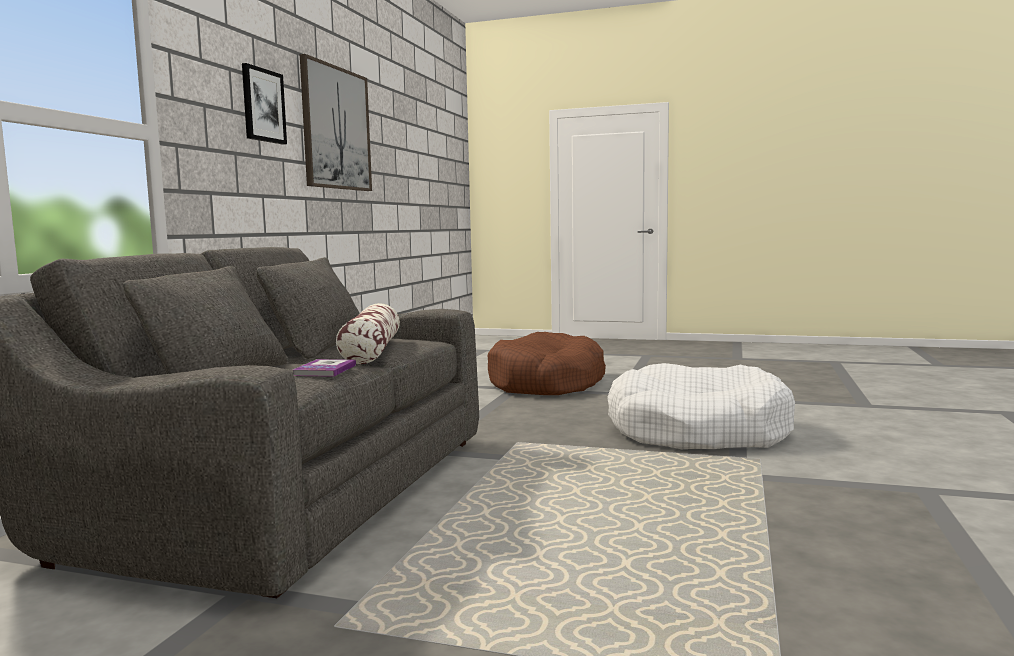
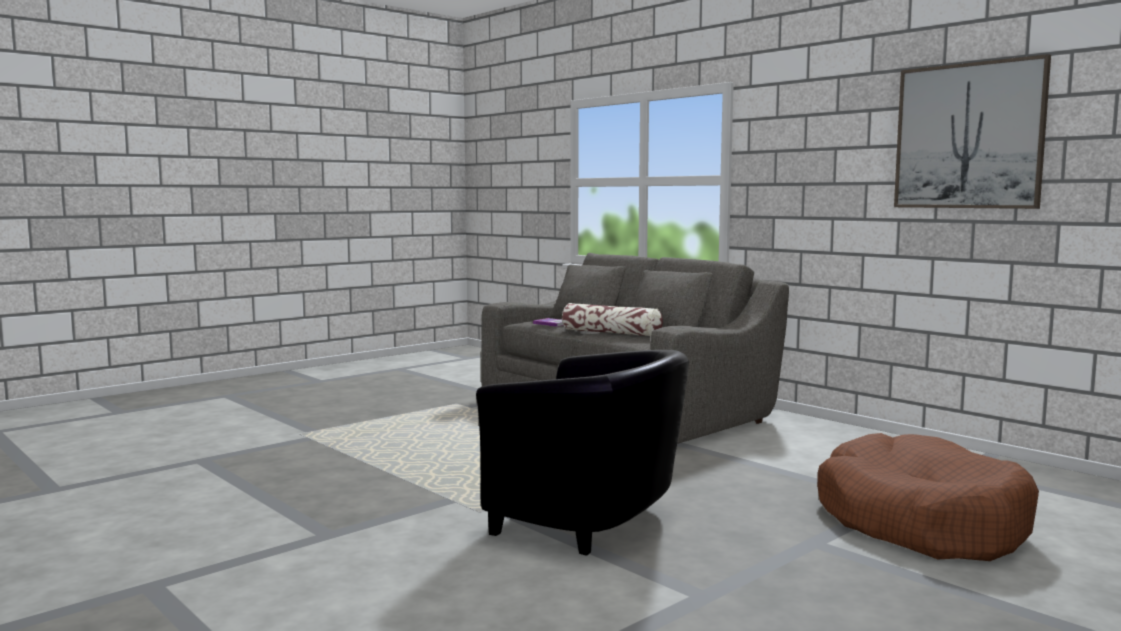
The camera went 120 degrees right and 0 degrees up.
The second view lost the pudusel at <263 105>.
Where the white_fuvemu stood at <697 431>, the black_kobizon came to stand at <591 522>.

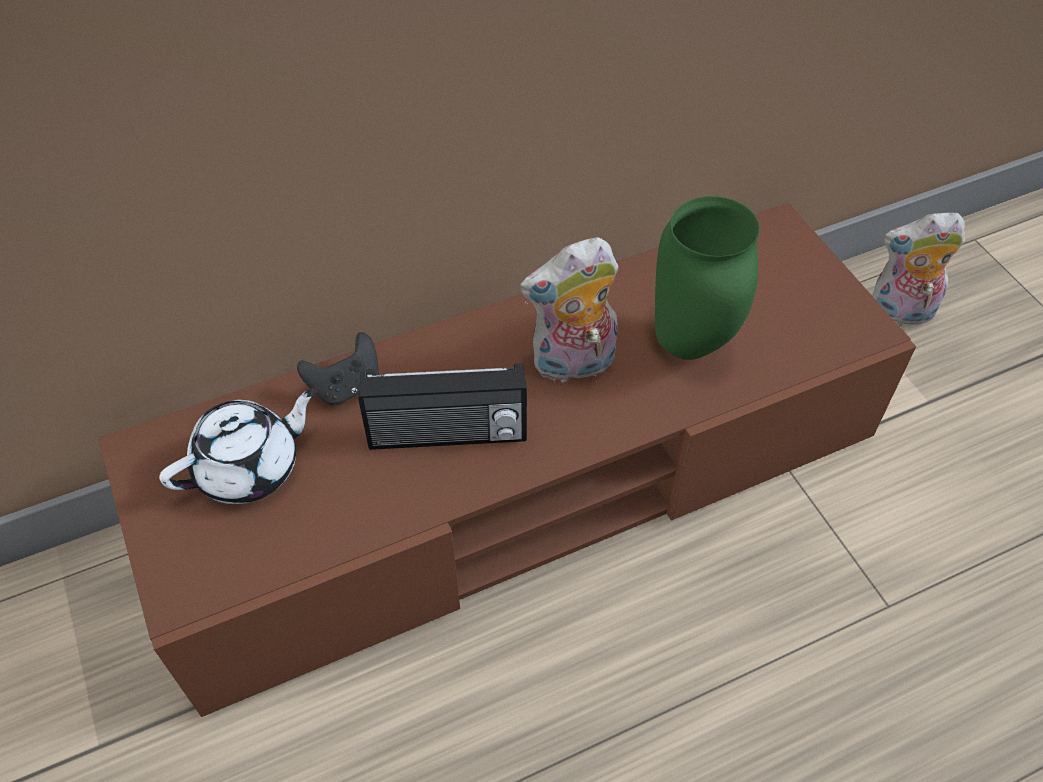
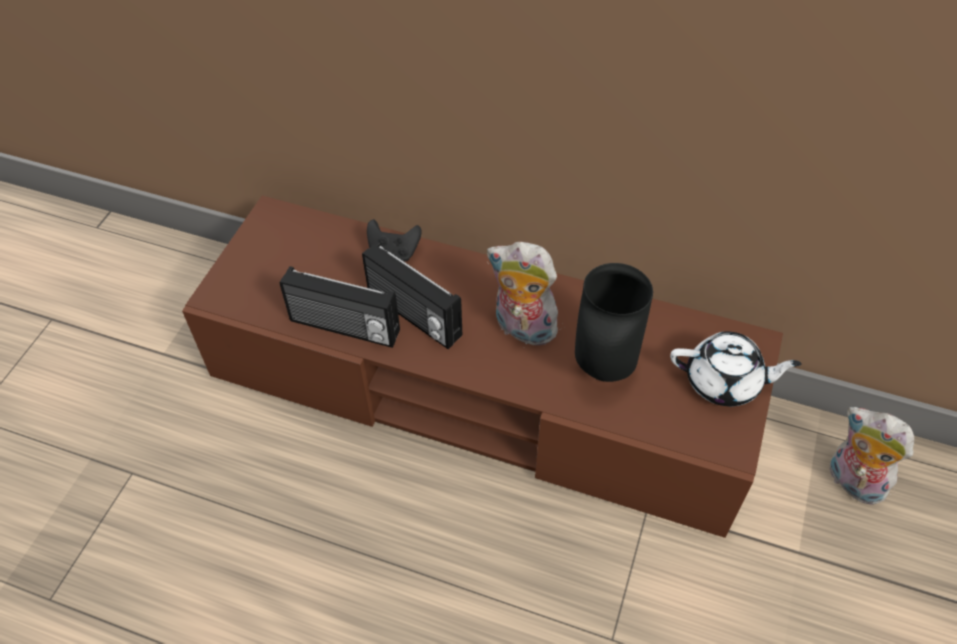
The camera went 45 degrees right and 0 degrees up.
What was the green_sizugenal at <688 345> turned into the black_sizugenal at <601 368>.
The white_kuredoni ended up elsewhere, having gone from <250 467> to <724 382>.
The second view gained the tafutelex at <344 328>.

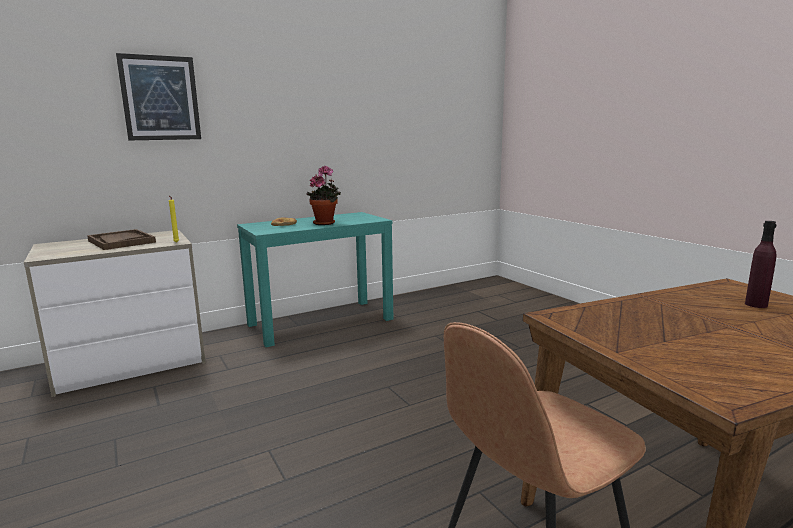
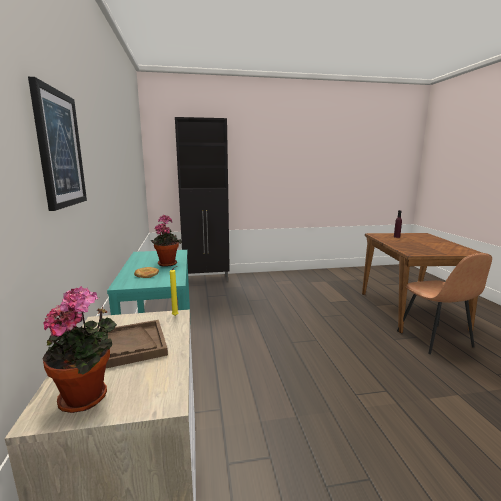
The camera went 70 degrees left and 0 degrees up.
The second view gained the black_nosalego at <207 279>.
The second view gained the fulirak at <88 396>.

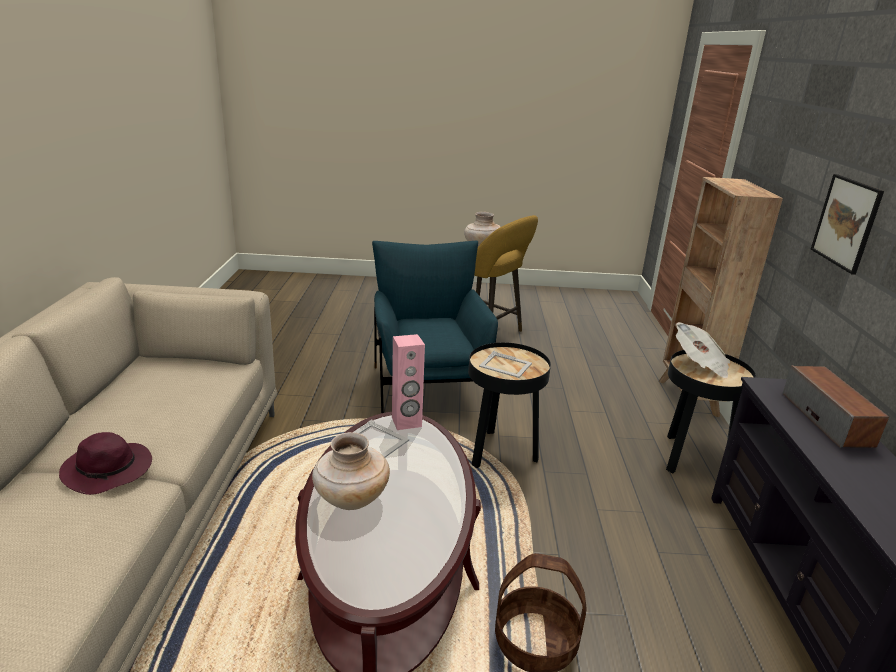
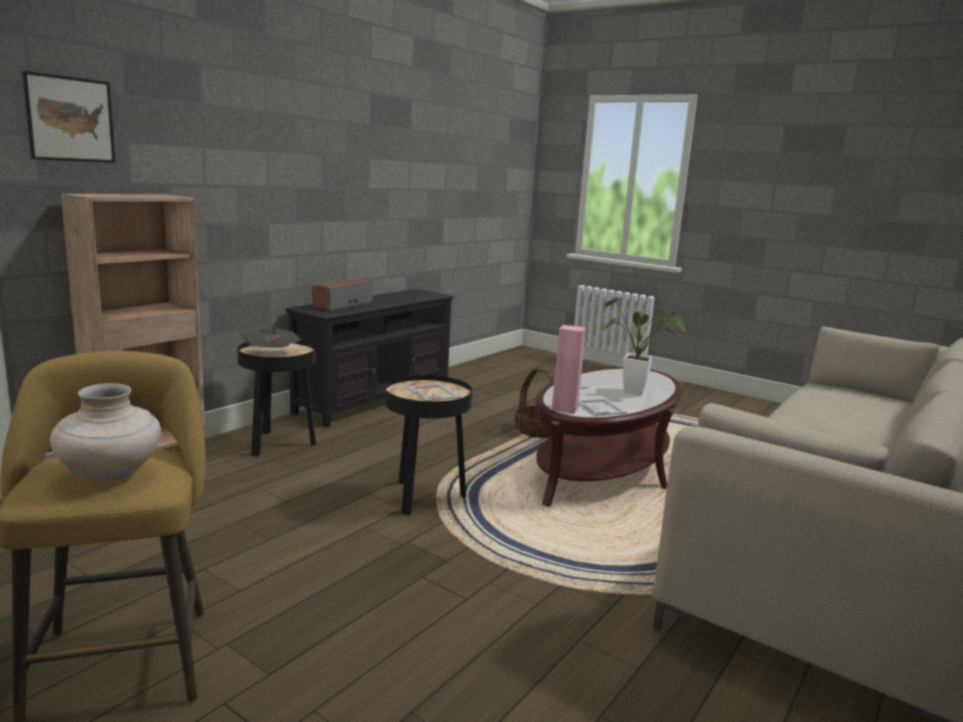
The camera went 145 degrees left and 10 degrees down.
The pudusel ended up elsewhere, having gone from <846 222> to <70 119>.
The second view lost the blue_kobizon at <428 388>.
The second view lost the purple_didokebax at <109 471>.
Where the beige_sizugenal stood at <351 499>, the fulirak came to stand at <639 393>.

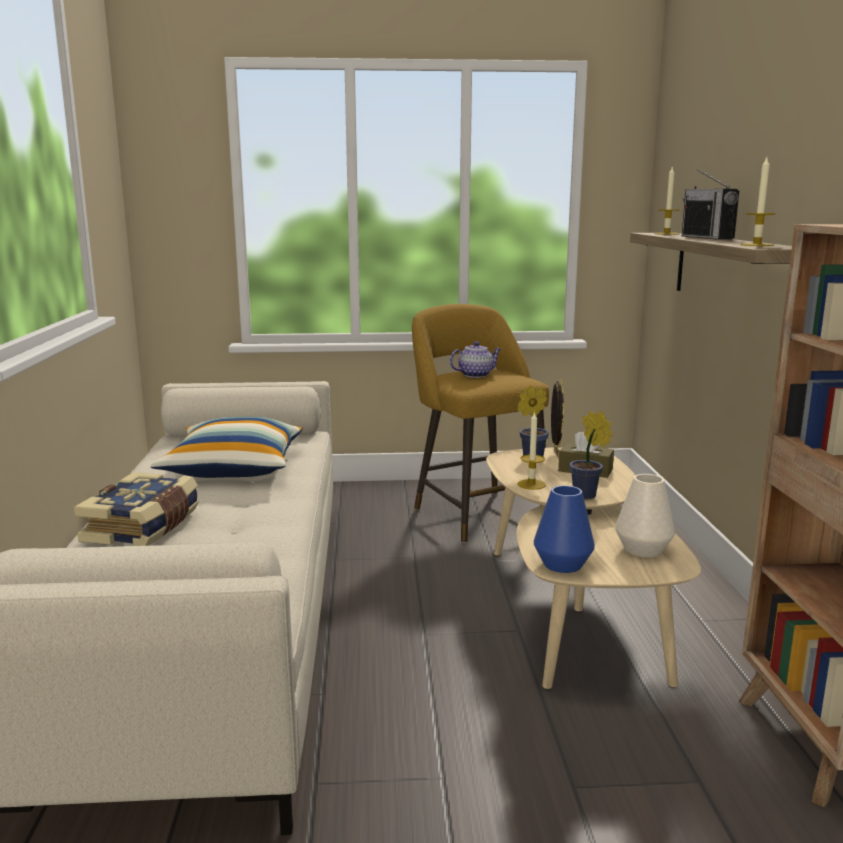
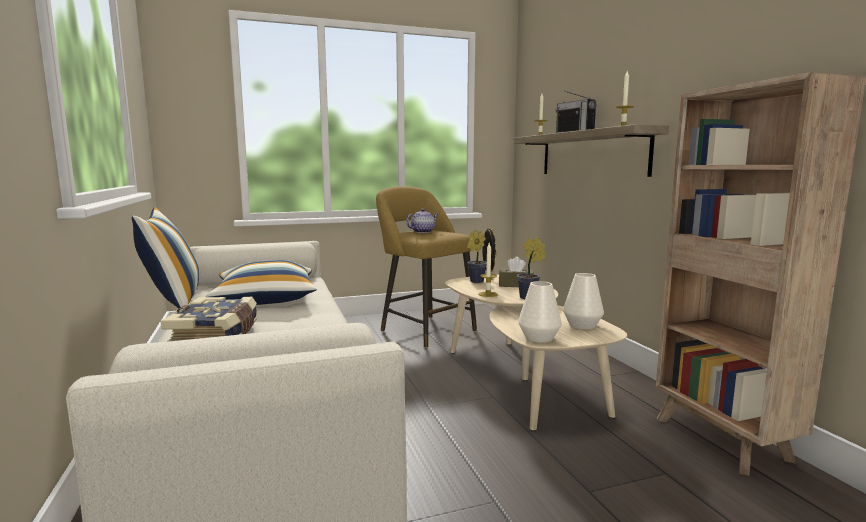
The camera went 15 degrees left and 5 degrees down.
What was the blue_sizugenal at <563 564> turned into the white_sizugenal at <539 338>.
The second view gained the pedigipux at <173 301>.

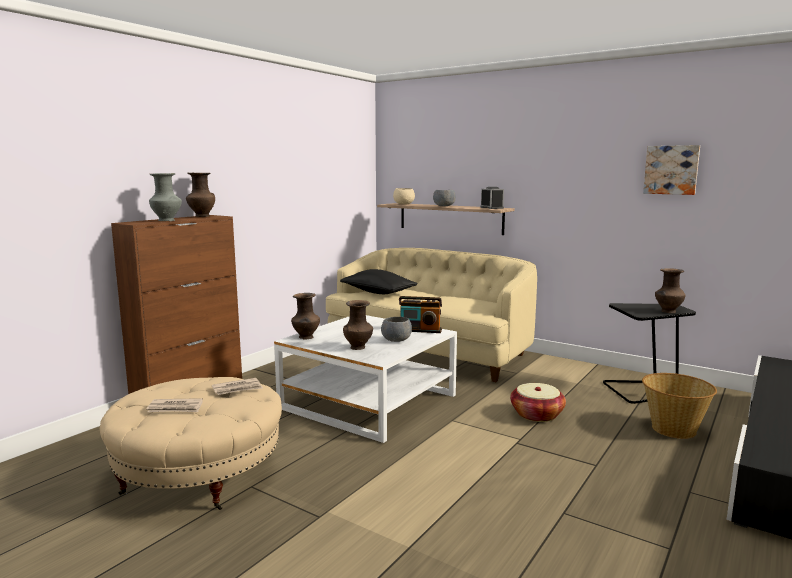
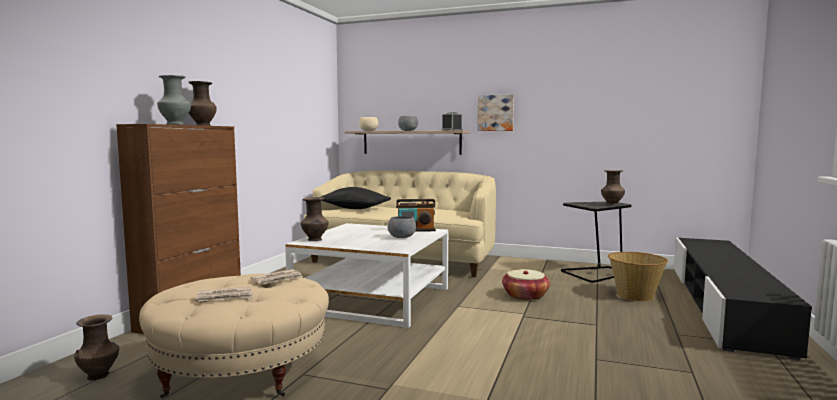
The camera went 15 degrees left and 5 degrees down.
The pudusel ended up elsewhere, having gone from <671 170> to <495 113>.
The brown_sizugenal ended up elsewhere, having gone from <358 347> to <99 375>.

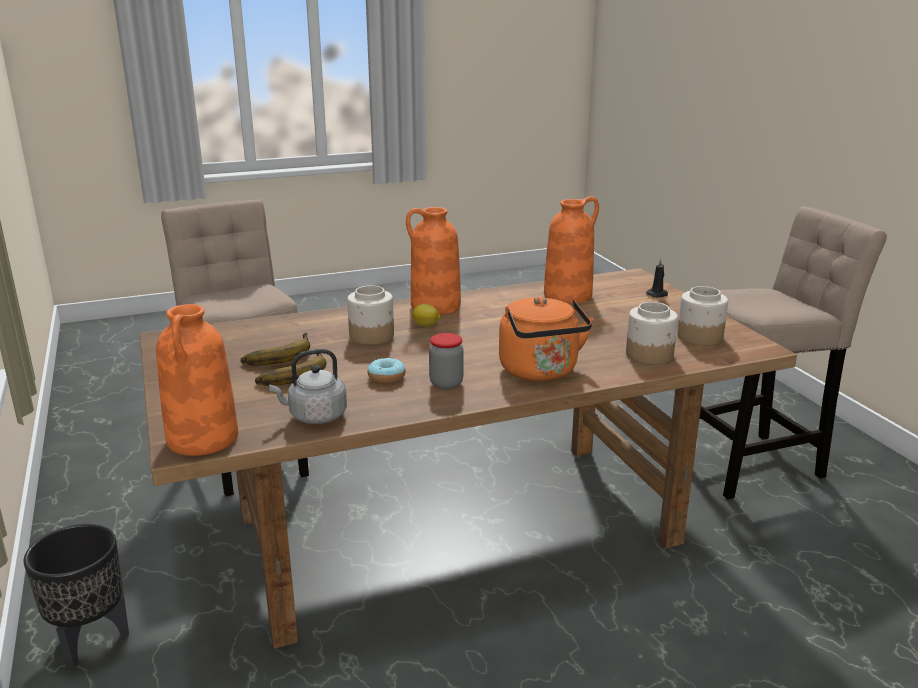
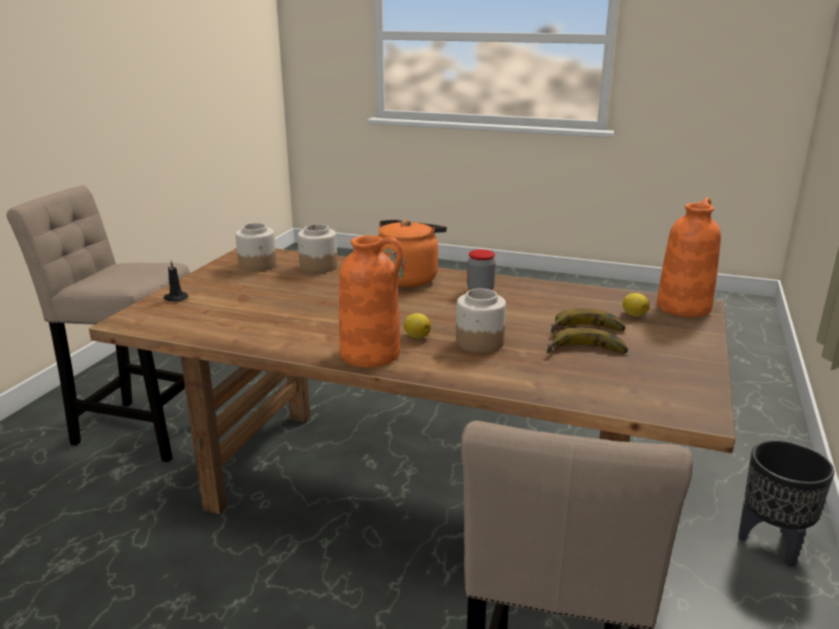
The camera went 140 degrees left and 0 degrees up.
The second view lost the orange_sizugenal at <568 295>.
The second view lost the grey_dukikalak at <314 416>.
The second view lost the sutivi at <386 377>.
The second view gained the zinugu at <633 315>.

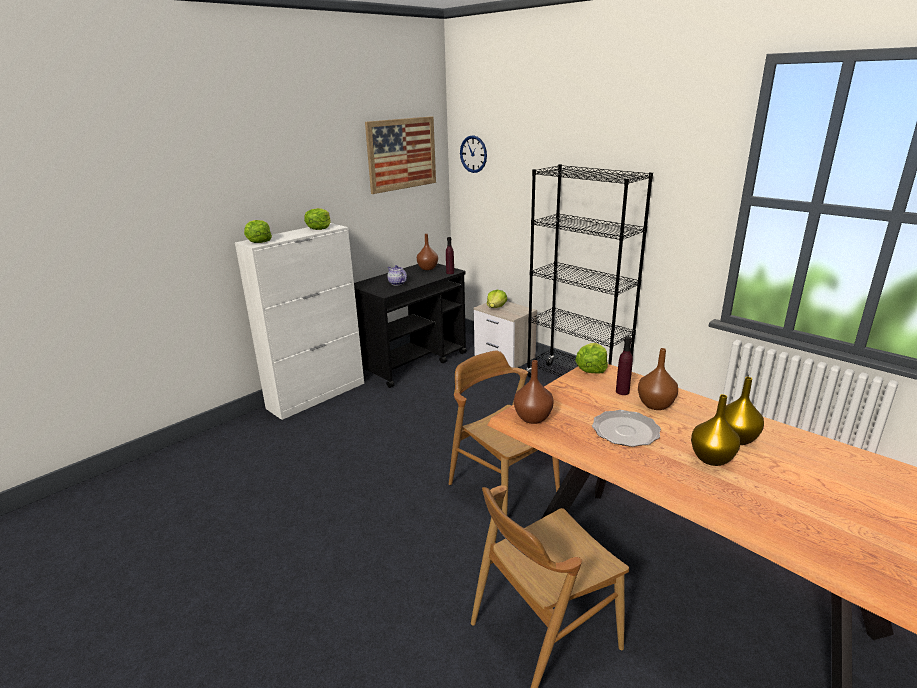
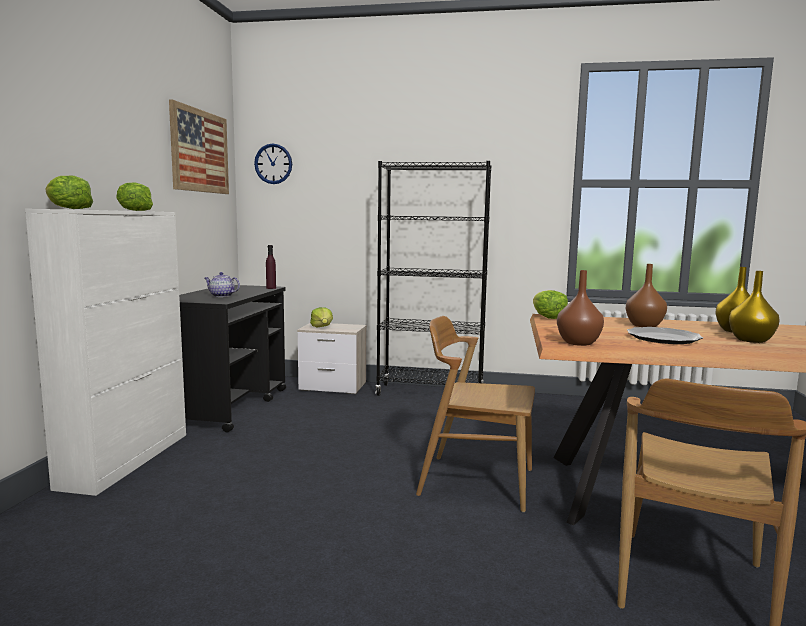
The camera went 35 degrees left and 15 degrees down.
The second view lost the brown_sizugenal at <427 268>.
The second view lost the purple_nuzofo at <622 392>.

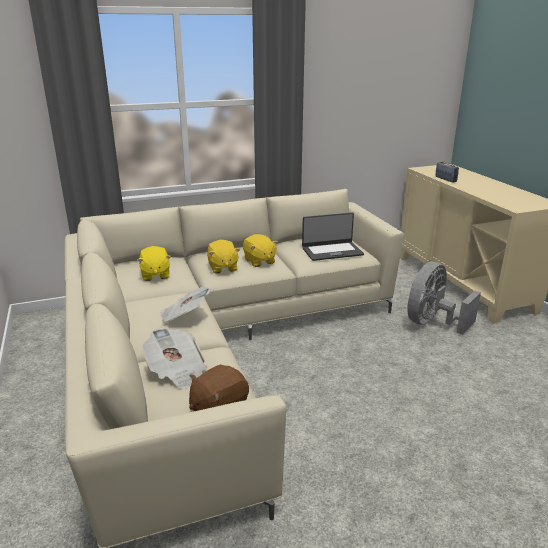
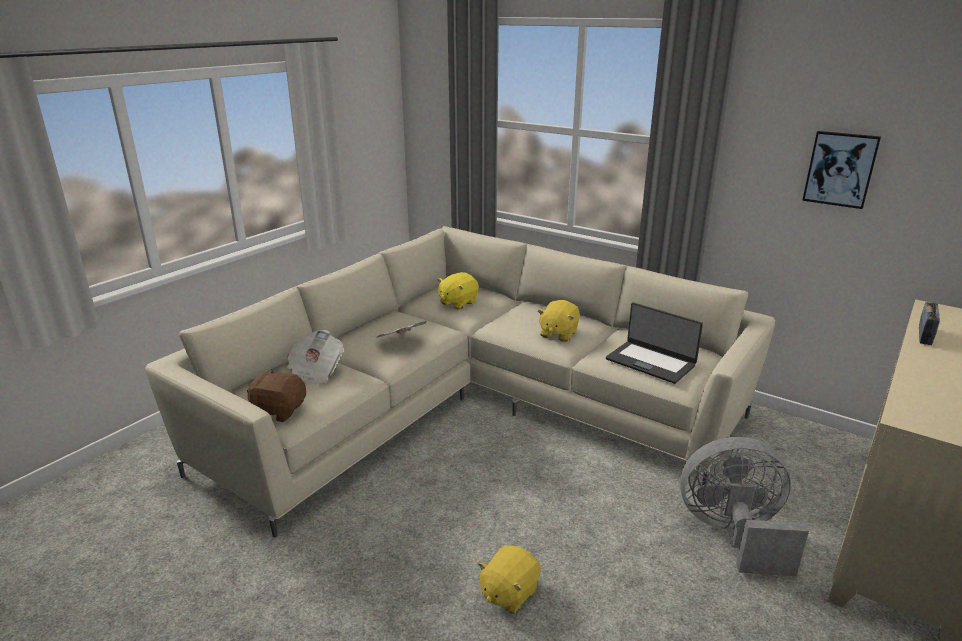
The camera went 55 degrees right and 0 degrees up.
The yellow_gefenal ended up elsewhere, having gone from <222 268> to <508 592>.
The second view gained the pudusel at <840 169>.

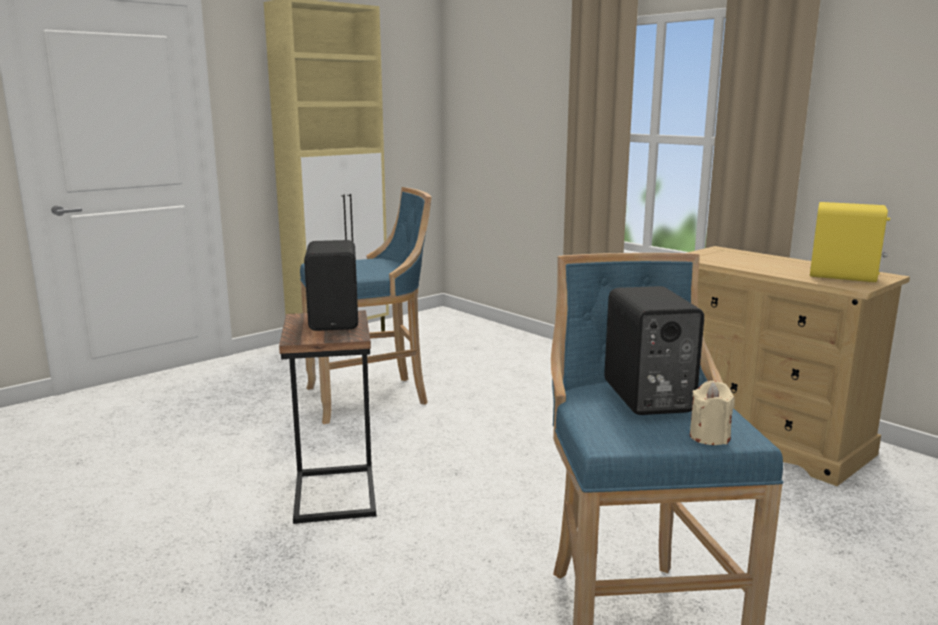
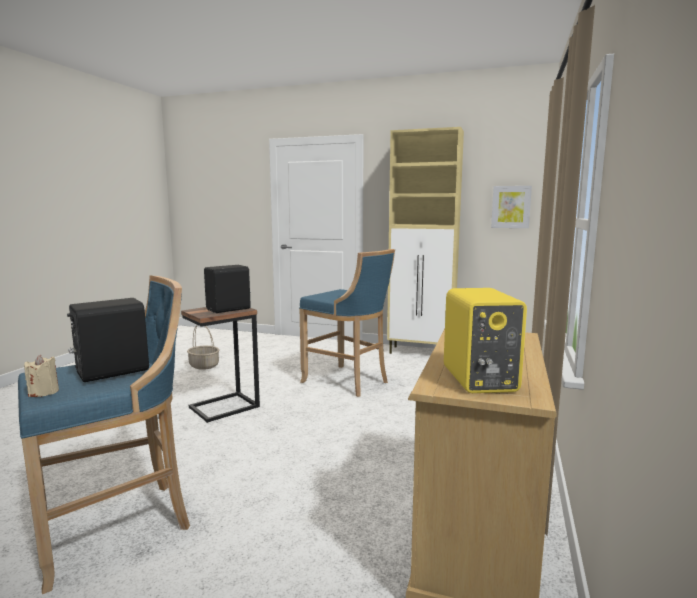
The camera went 60 degrees right and 5 degrees down.
The second view gained the pudusel at <511 207>.
The second view gained the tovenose at <204 366>.

